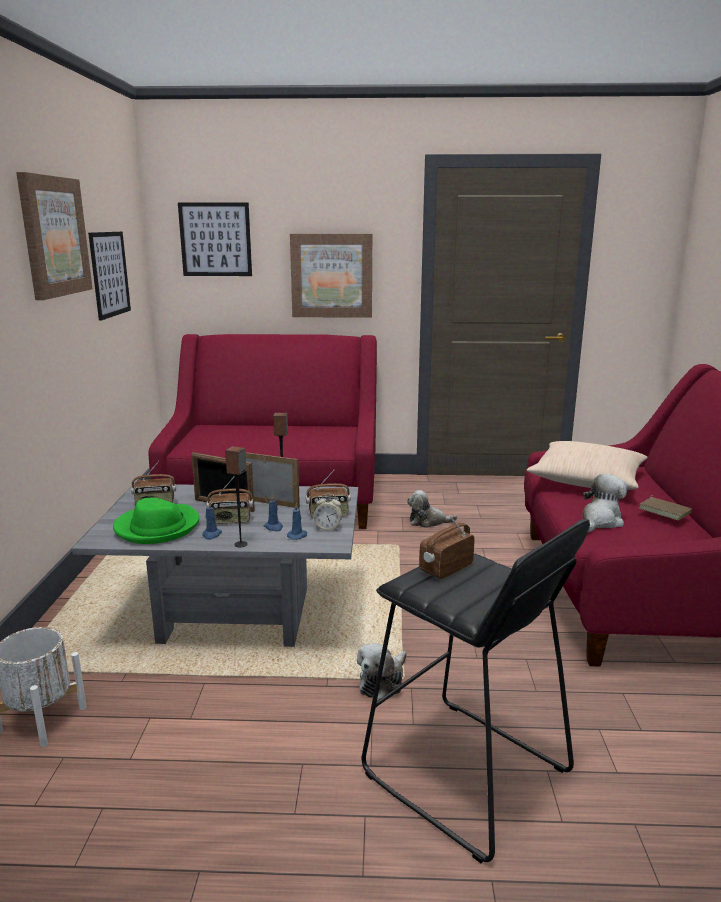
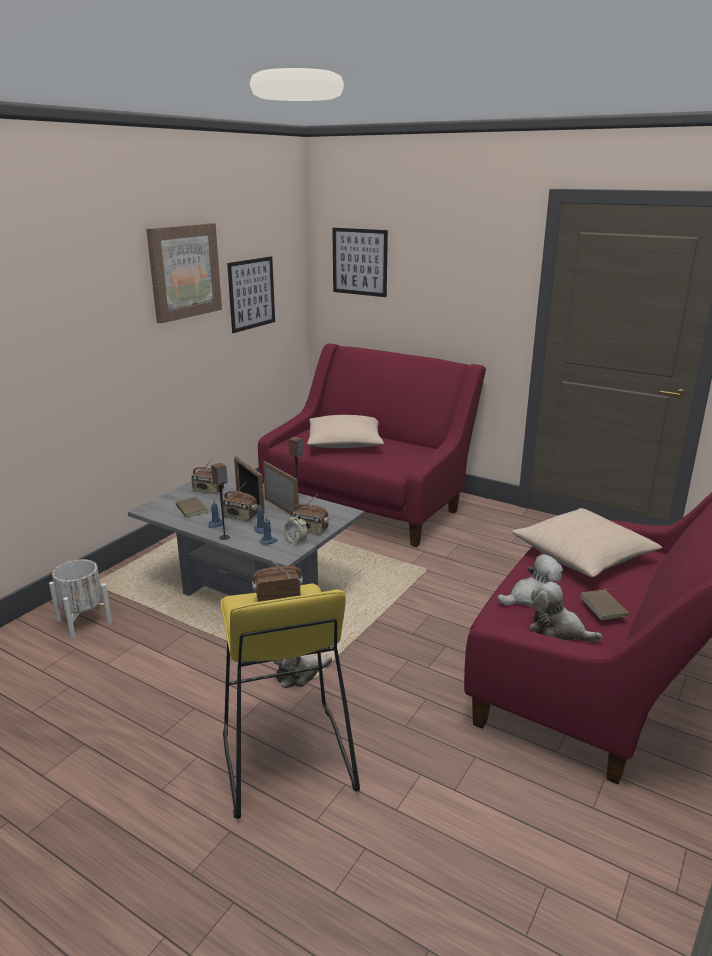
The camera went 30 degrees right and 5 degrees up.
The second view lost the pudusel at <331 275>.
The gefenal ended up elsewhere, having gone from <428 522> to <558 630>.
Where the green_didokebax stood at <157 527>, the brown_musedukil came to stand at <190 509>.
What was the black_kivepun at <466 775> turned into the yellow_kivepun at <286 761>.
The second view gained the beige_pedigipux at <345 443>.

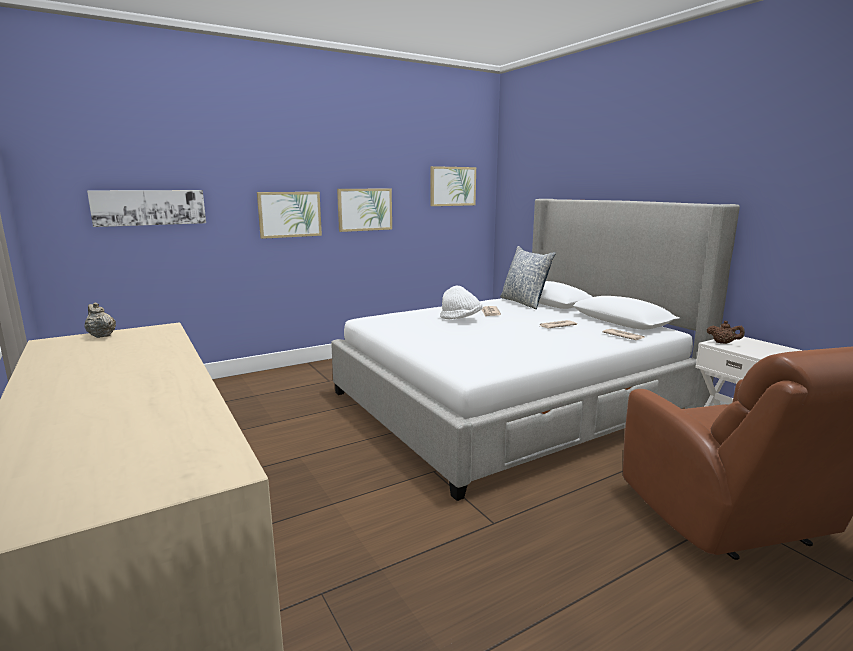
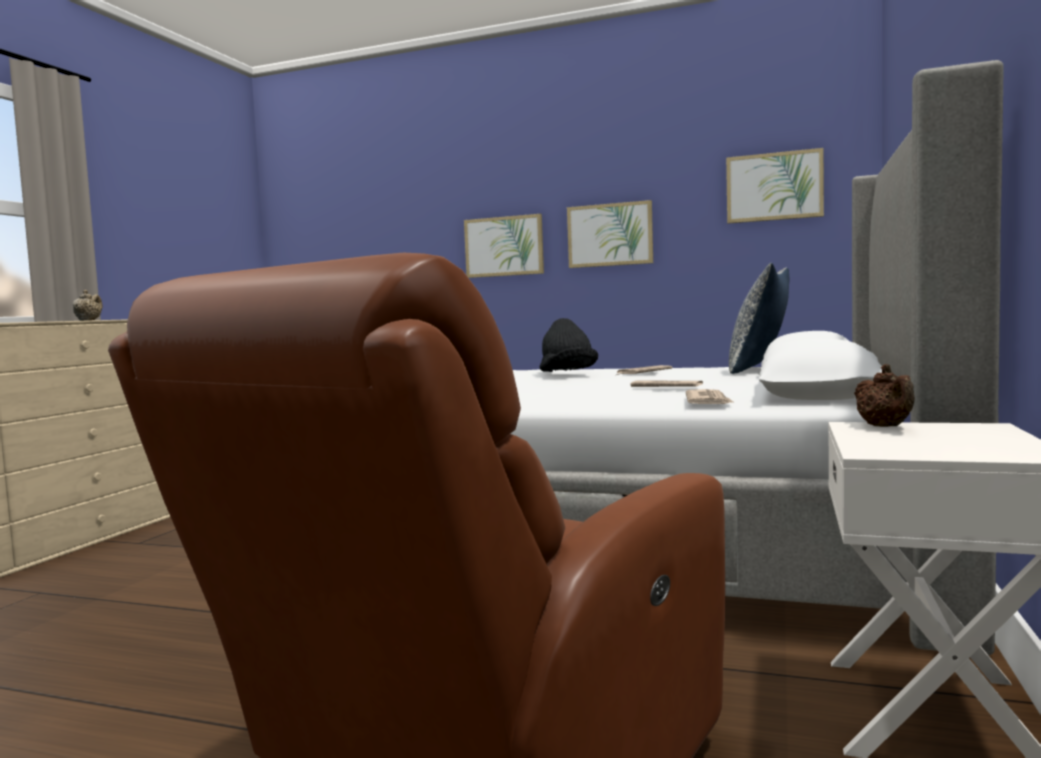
The camera went 50 degrees right and 10 degrees down.
The second view lost the pudusel at <149 207>.
What was the white_didokebax at <461 319> turned into the black_didokebax at <567 373>.

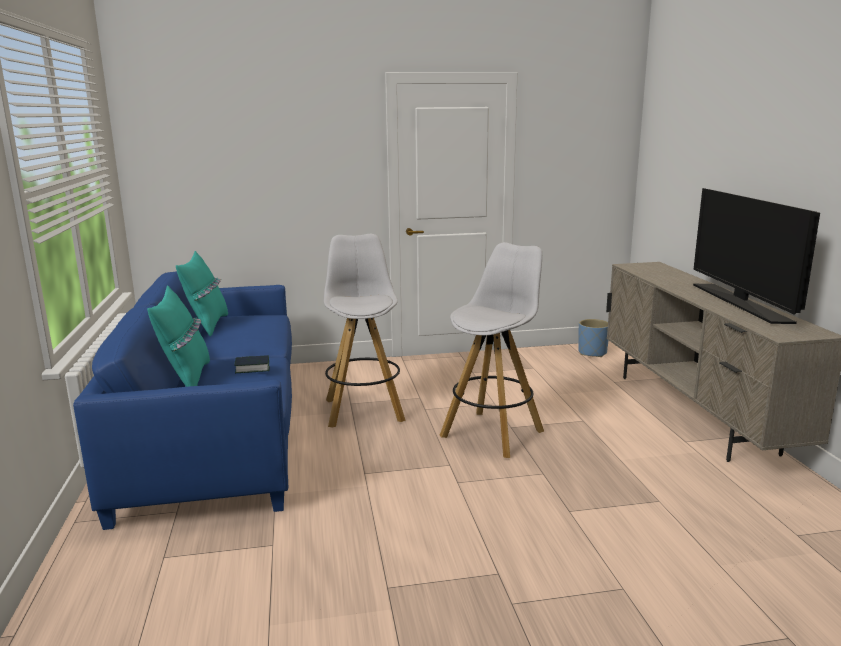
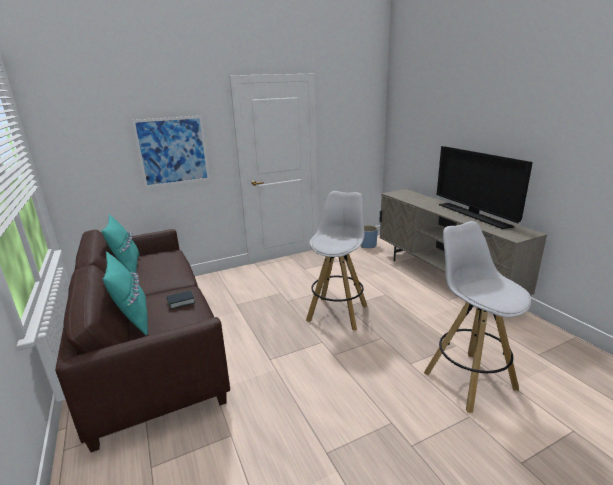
The camera went 15 degrees left and 5 degrees up.
The white_kivepun ended up elsewhere, having gone from <364 410> to <468 379>.
What was the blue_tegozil at <217 434> turned into the brown_tegozil at <151 346>.
The second view gained the pudusel at <173 151>.

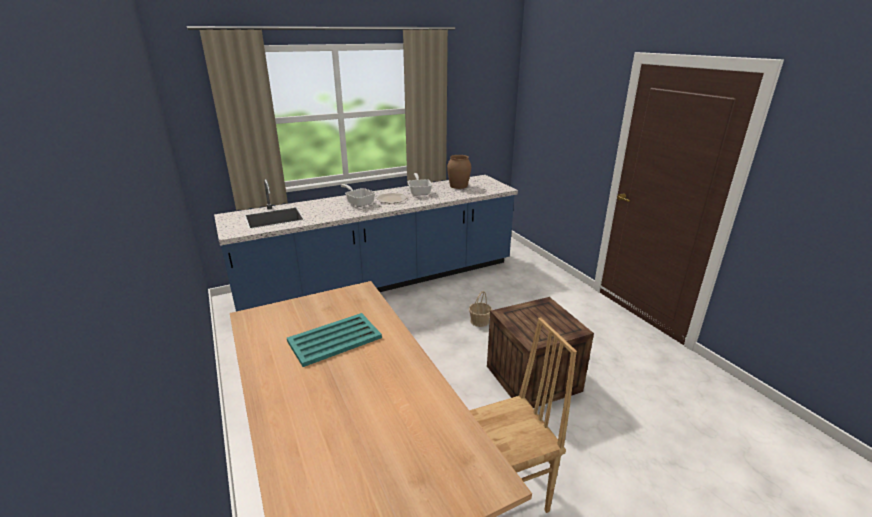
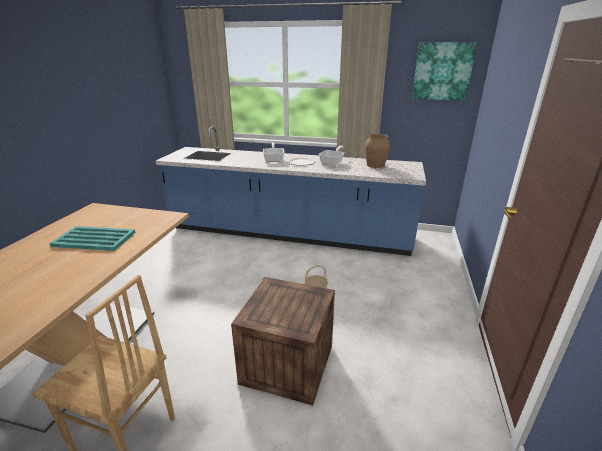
The camera went 40 degrees right and 0 degrees up.
The second view gained the pudusel at <442 71>.

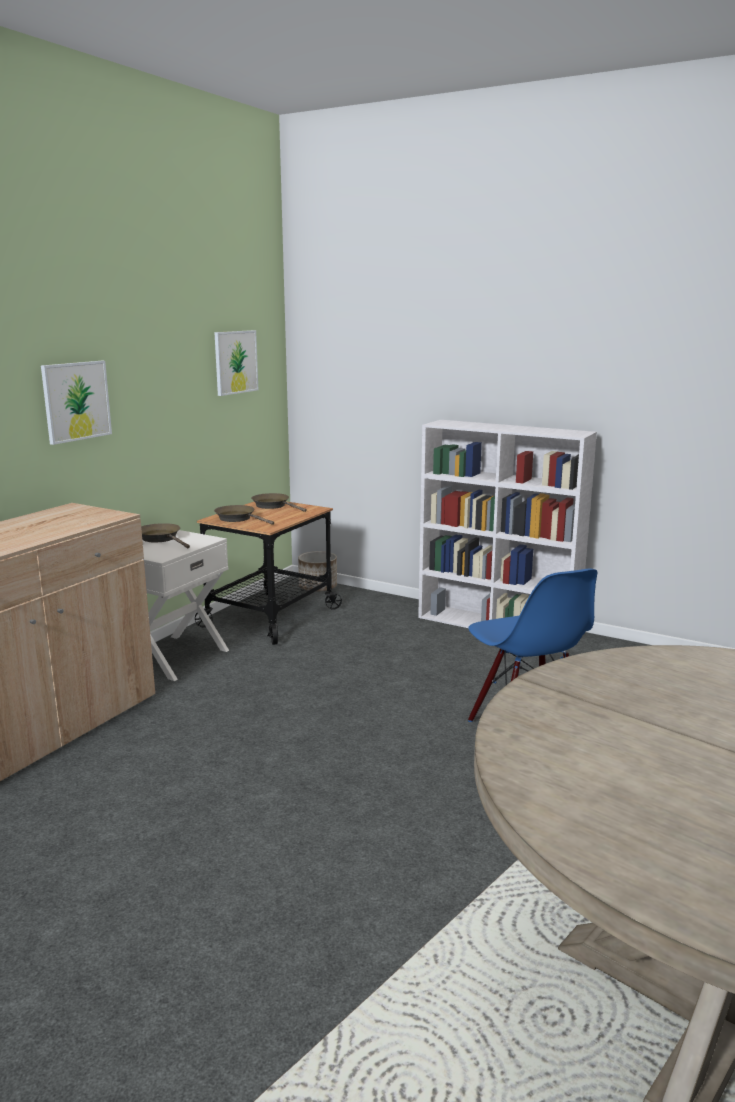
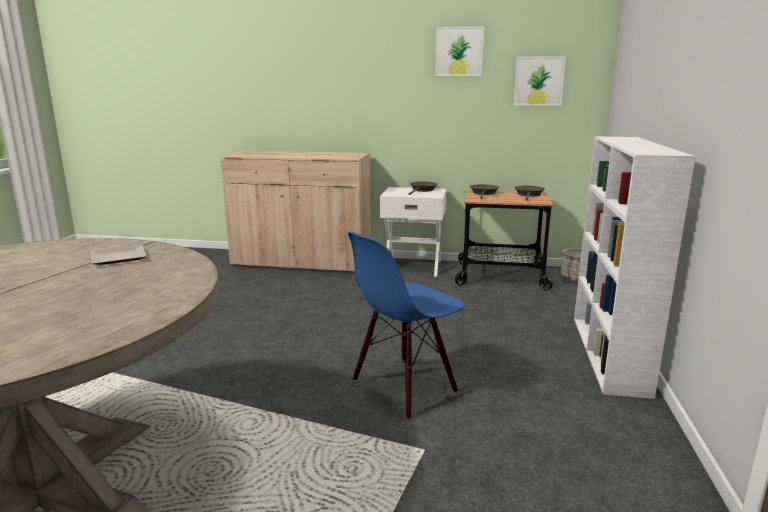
The camera went 70 degrees right and 0 degrees up.
The pudusel ended up elsewhere, having gone from <76 401> to <459 51>.
The second view gained the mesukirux at <117 257>.

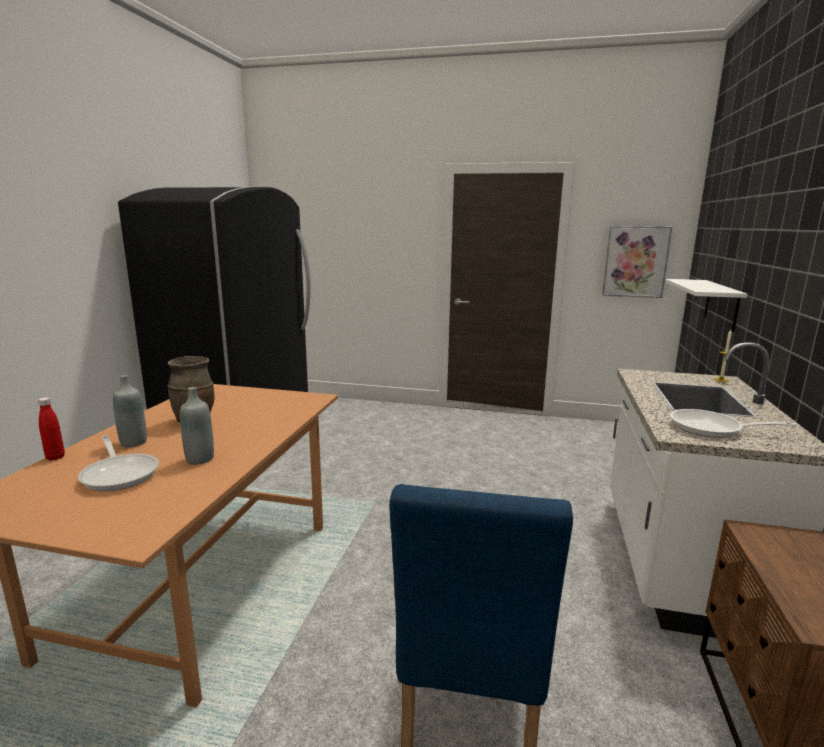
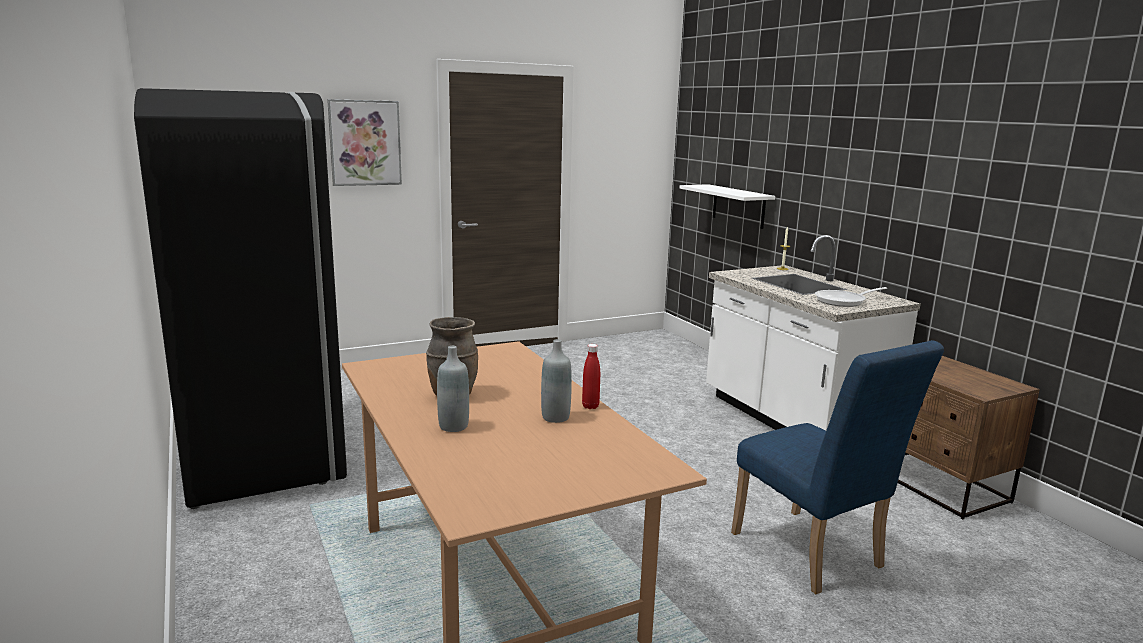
The camera went 40 degrees left and 0 degrees up.
The pudusel ended up elsewhere, having gone from <635 262> to <365 143>.
The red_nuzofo ended up elsewhere, having gone from <55 457> to <590 406>.
The second view lost the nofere at <120 474>.

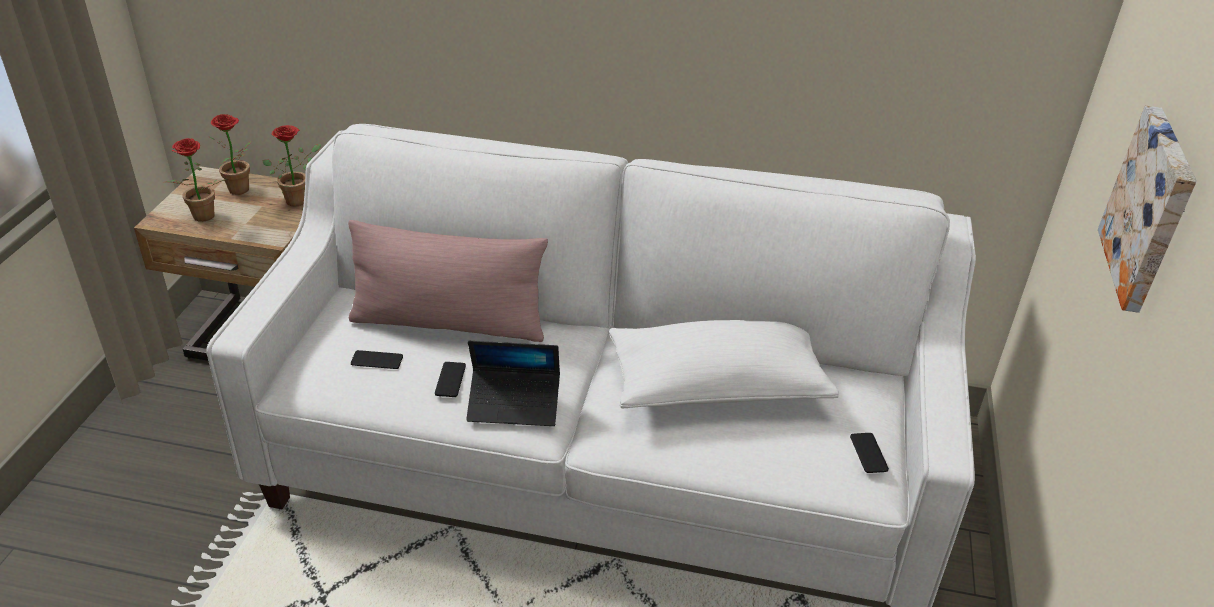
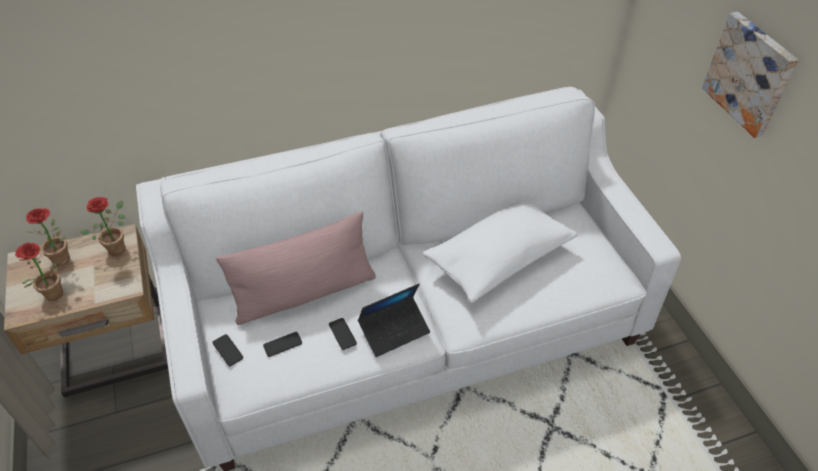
The camera went 30 degrees left and 10 degrees up.
The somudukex ended up elsewhere, having gone from <868 453> to <228 350>.

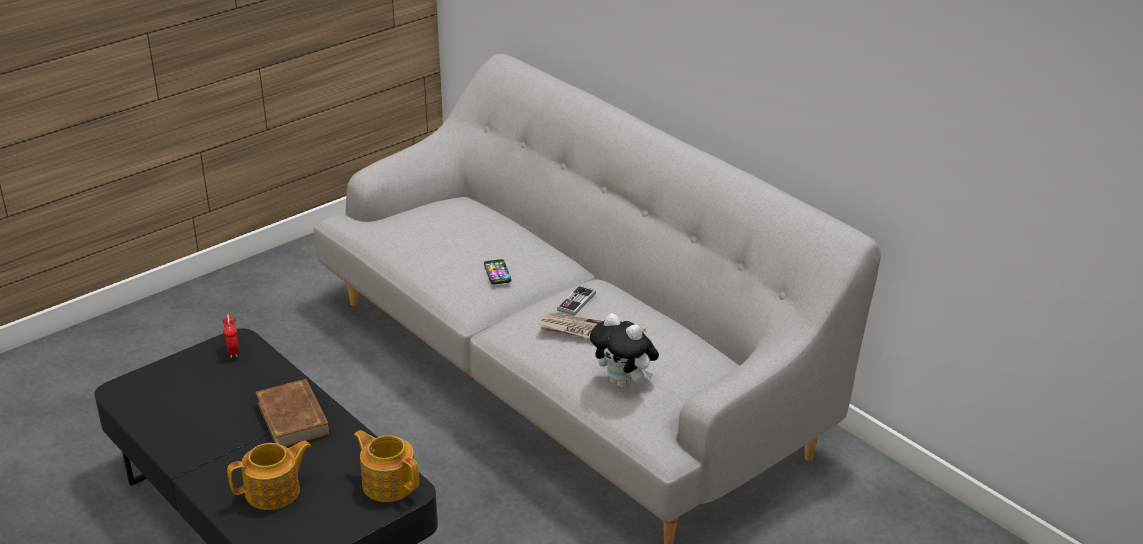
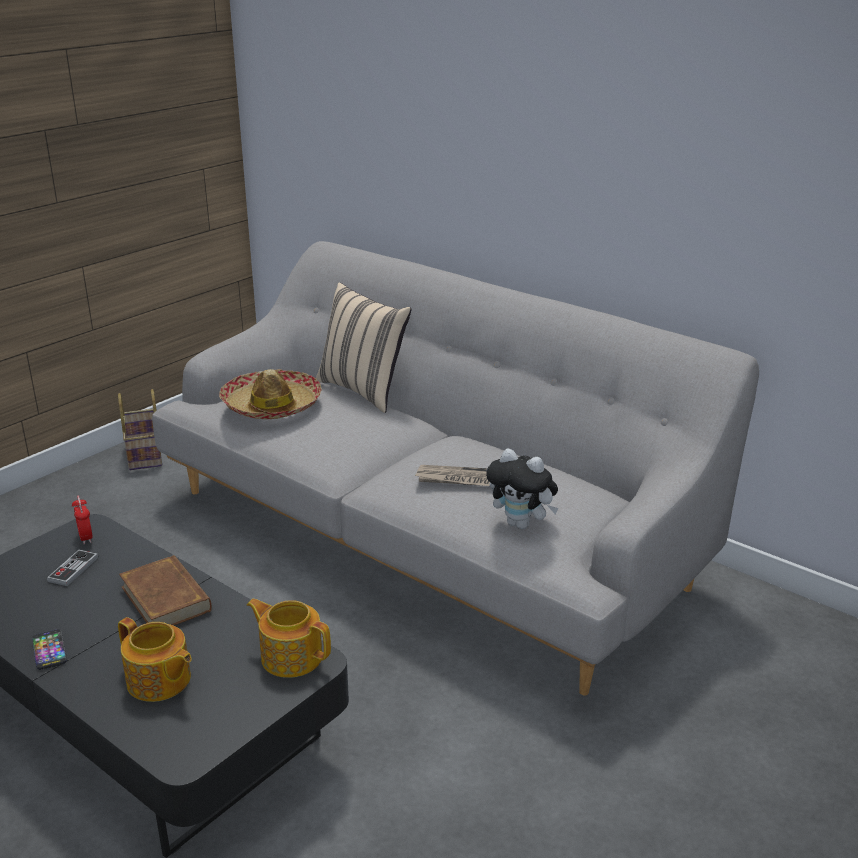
The camera went 10 degrees left and 5 degrees down.
The somudukex ended up elsewhere, having gone from <497 272> to <49 650>.
The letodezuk ended up elsewhere, having gone from <576 302> to <73 569>.
The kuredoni at <274 492> ended up facing another way, 75 degrees clockwise from before.
The second view gained the beige_pedigipux at <364 390>.
The second view gained the didokebax at <271 406>.
The second view gained the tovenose at <145 455>.

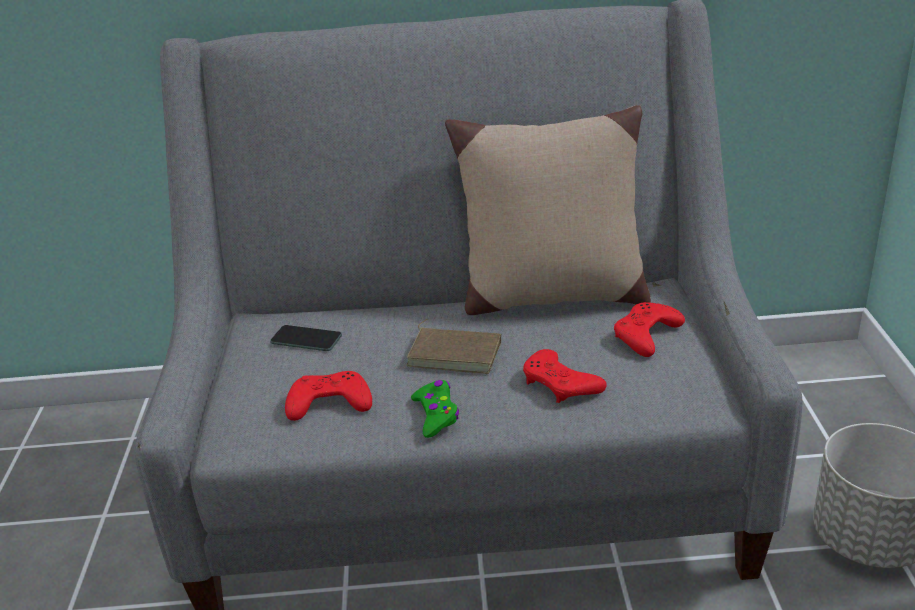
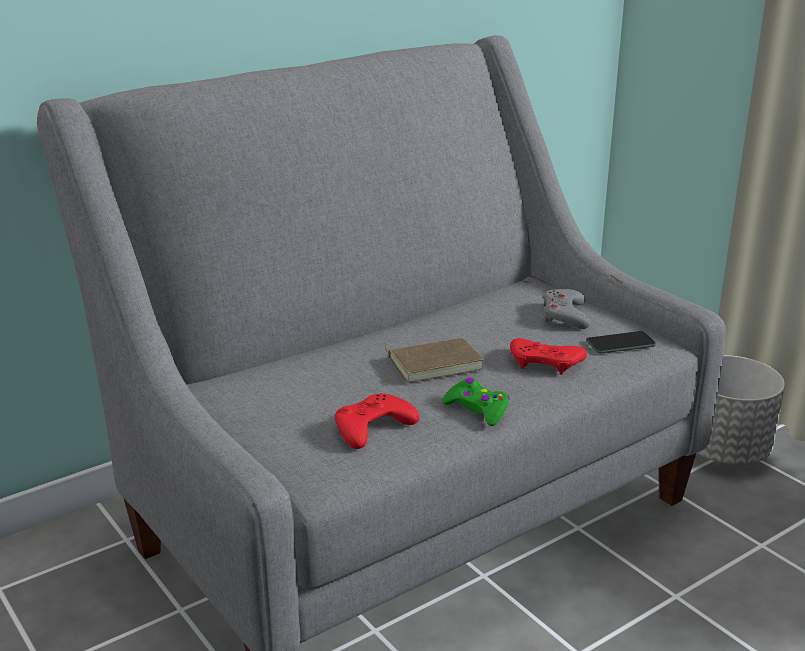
The camera went 35 degrees left and 5 degrees down.
The second view lost the beige_pedigipux at <551 296>.
What was the red_letodezuk at <646 334> turned into the grey_letodezuk at <565 315>.
The somudukex ended up elsewhere, having gone from <306 339> to <620 343>.

